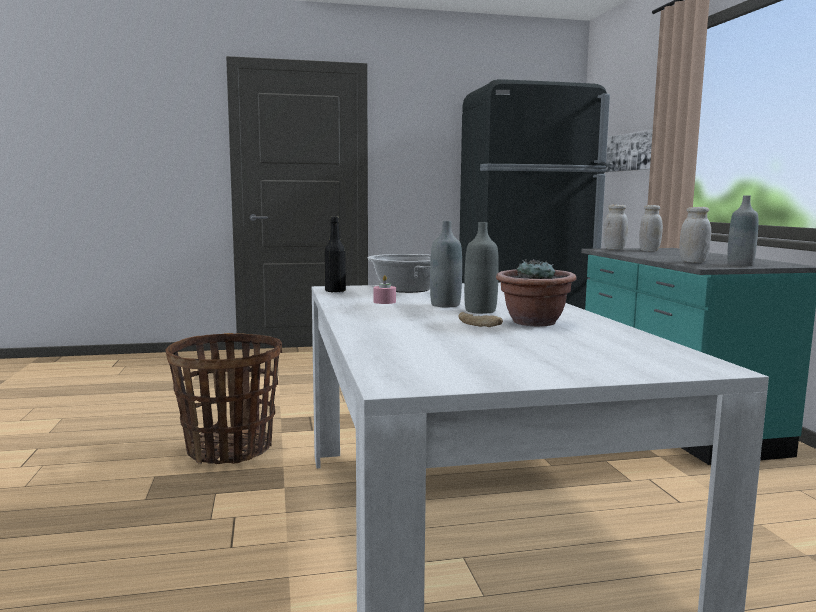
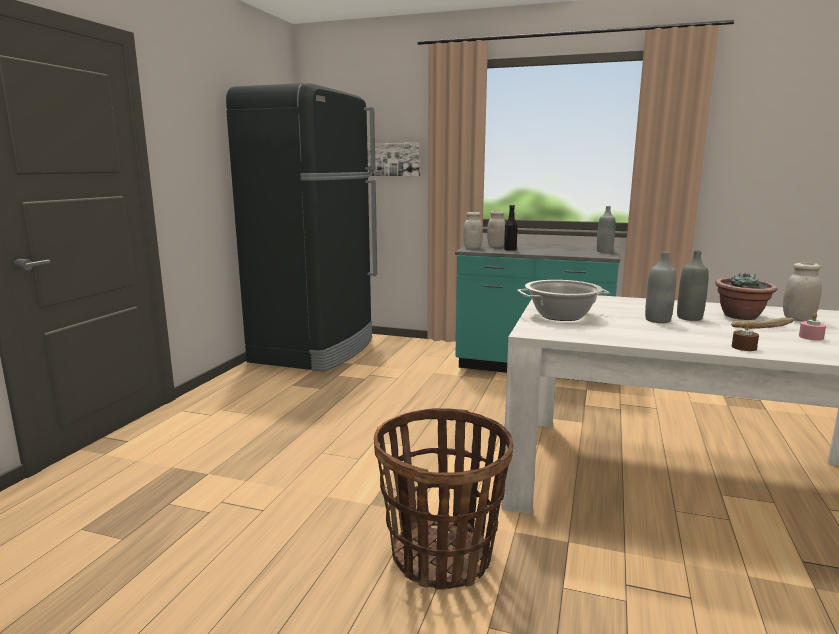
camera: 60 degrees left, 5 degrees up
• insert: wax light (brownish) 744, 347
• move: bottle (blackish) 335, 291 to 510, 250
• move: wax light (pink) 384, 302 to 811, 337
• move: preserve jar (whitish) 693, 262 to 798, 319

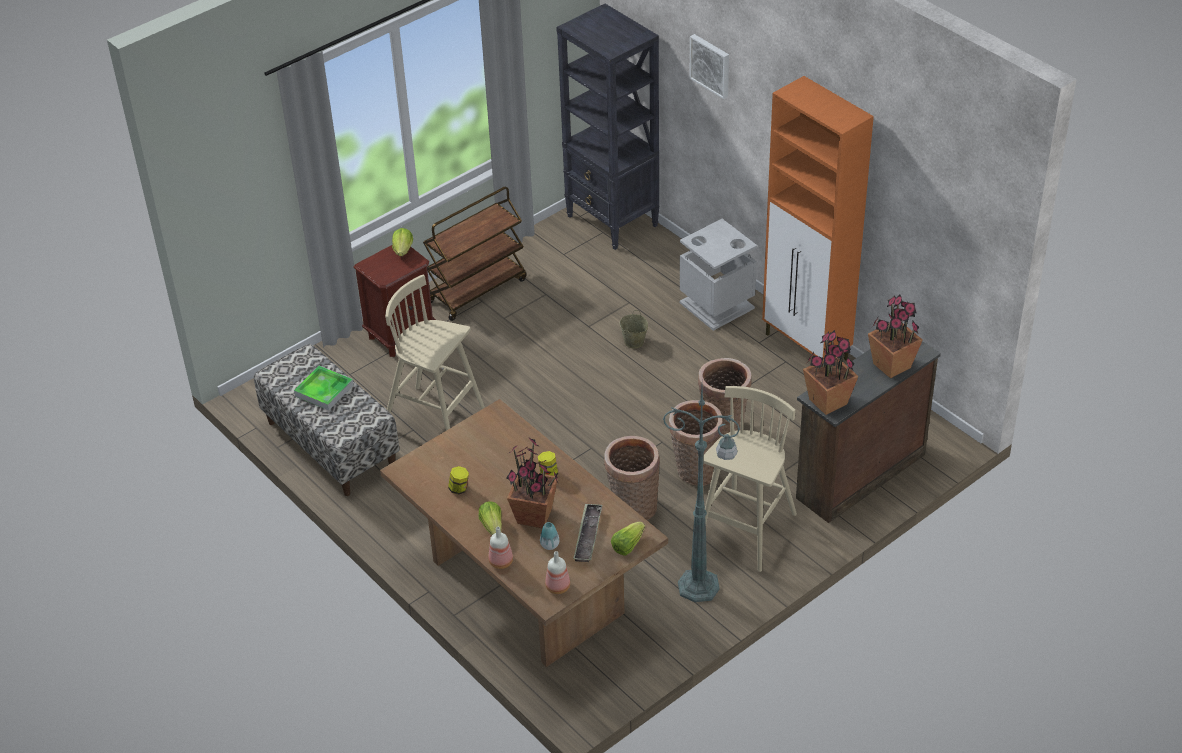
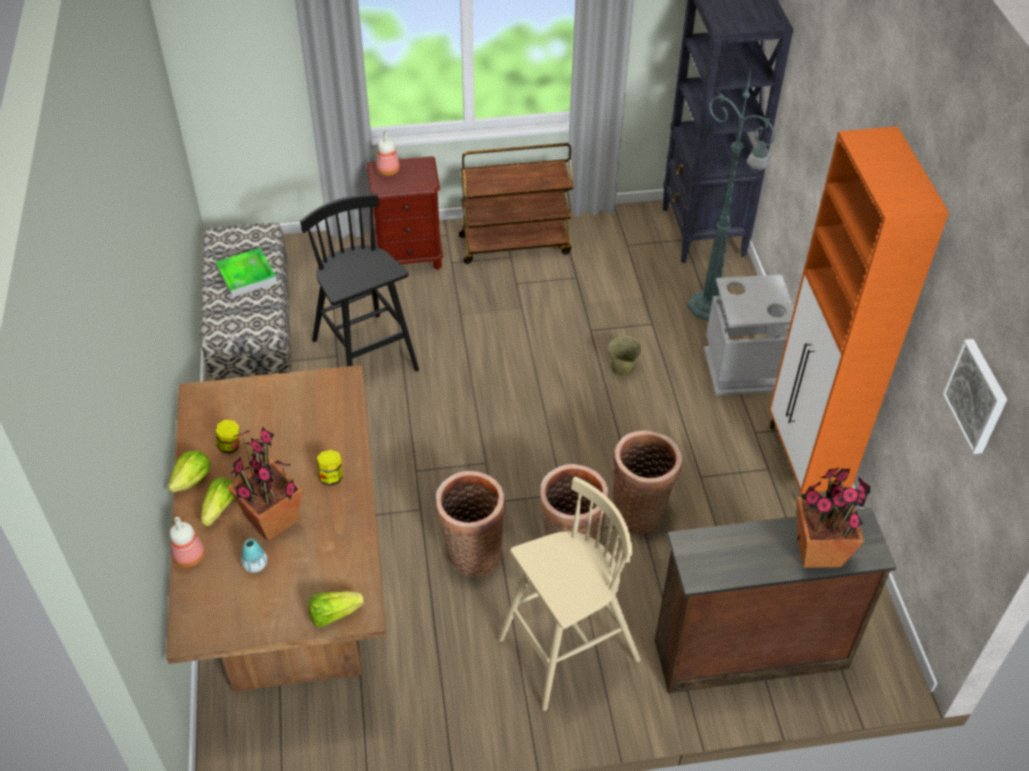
camera: 30 degrees right, 5 degrees up
• delete: tray 588, 535
• delete: plant in a pot 828, 401
• move: head of lettuce 403, 250 to 193, 480
• move: bottle 558, 587 to 388, 171
• move: standard lamp (green) 701, 586 to 710, 307
• move: picture 711, 65 to 977, 396
• recolor: stool seat (sand-coloured) 436, 420 to stool seat (blackish) 366, 356

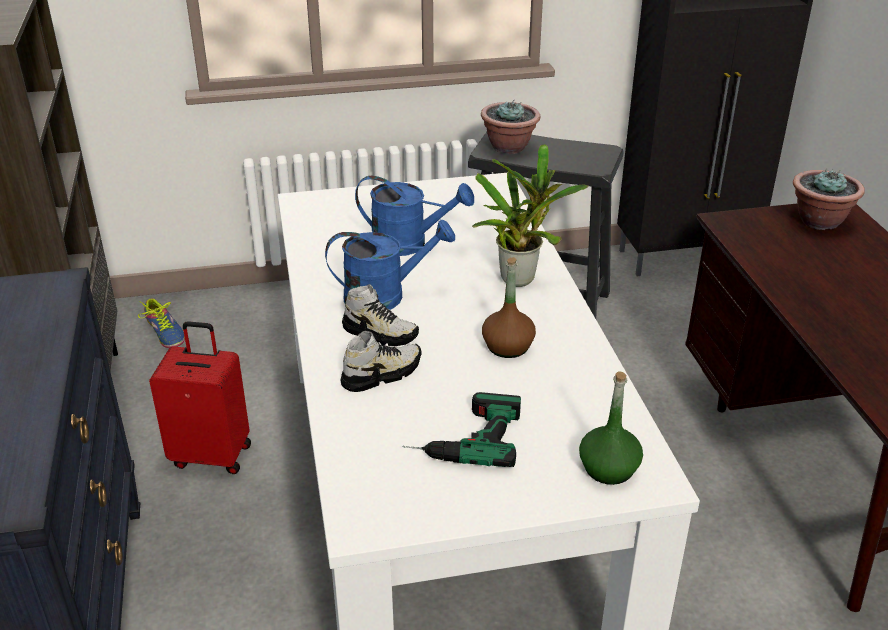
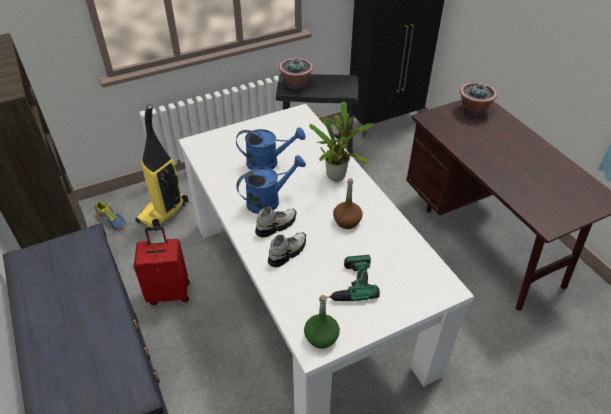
camera: 15 degrees left, 10 degrees up
• insert: hoover 163, 213
• move: bottle (green) 609, 469 to 321, 337
• rotate: low shoe 380, 333 = 276, 226 45 degrees counterclockwise

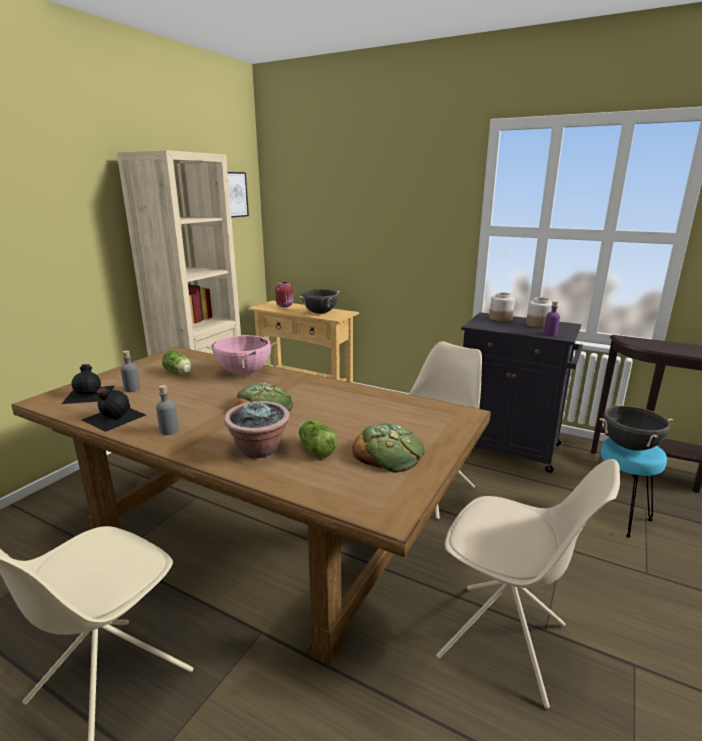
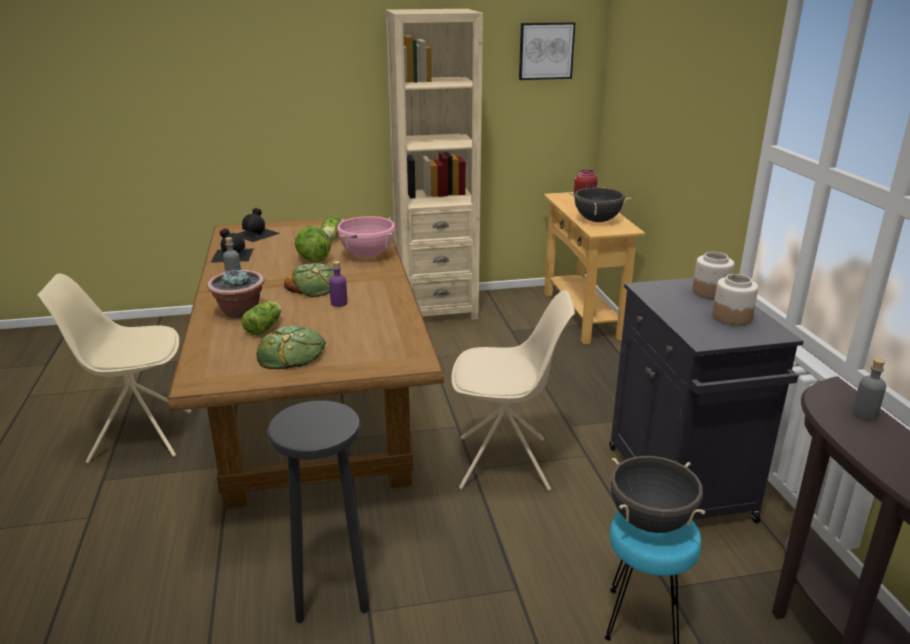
camera: 50 degrees right, 5 degrees up
• insert: head of lettuce 313, 260
• move: bottle (grey) 132, 389 to 864, 414
• move: bottle (purple-coloured) 550, 334 to 339, 303
• replace: upright chair (sand-coloured) 505, 642 to stool seat (blackish) 329, 590

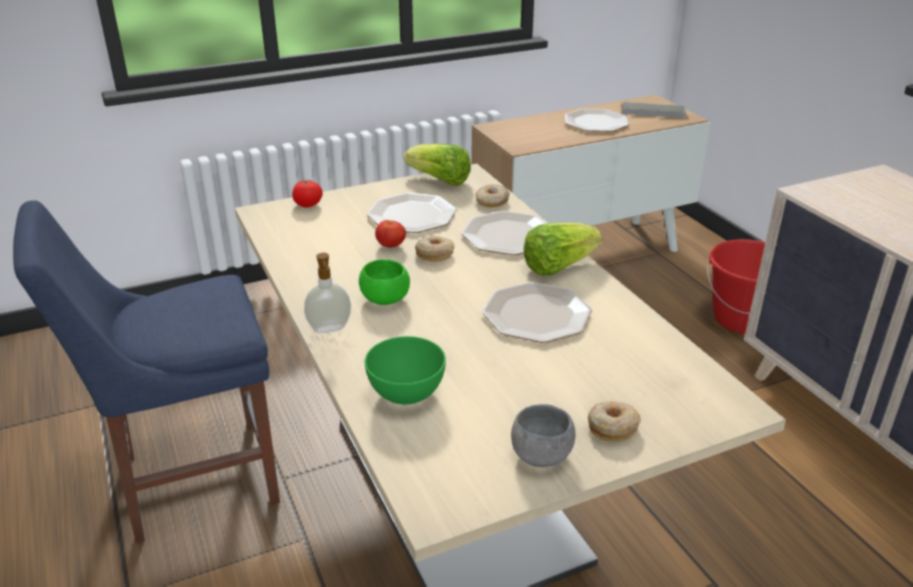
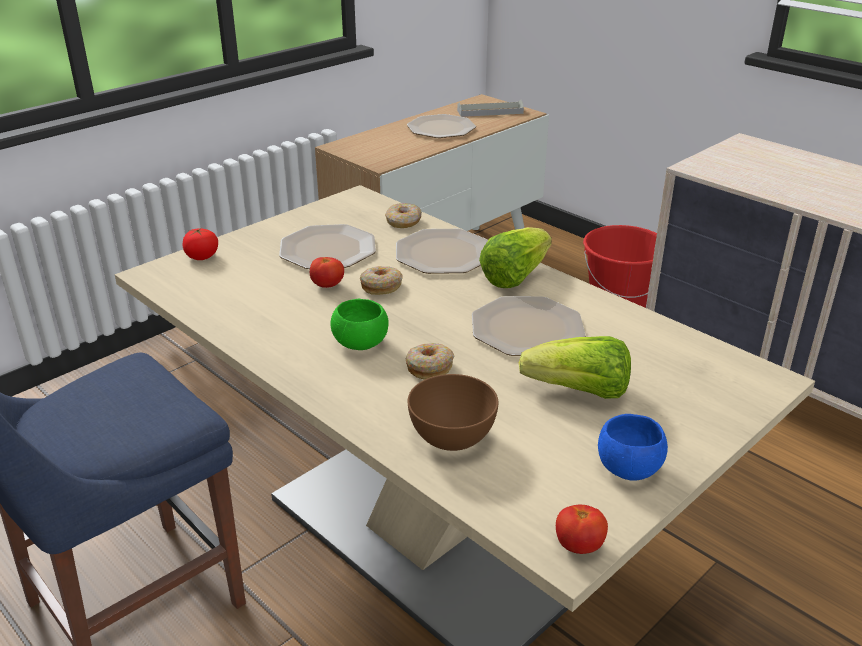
camera: 20 degrees left, 0 degrees up
• delete: soap bottle 329, 329
• insert: tomato 579, 546
• move: head of lettuce 440, 181 to 579, 392
• move: donut 612, 427 to 429, 367
• recolor: serving bowl (green) 406, 393 to serving bowl (brownish) 451, 437
• recolor: serving bowl (grey) 541, 455 to serving bowl (bluish) 628, 468

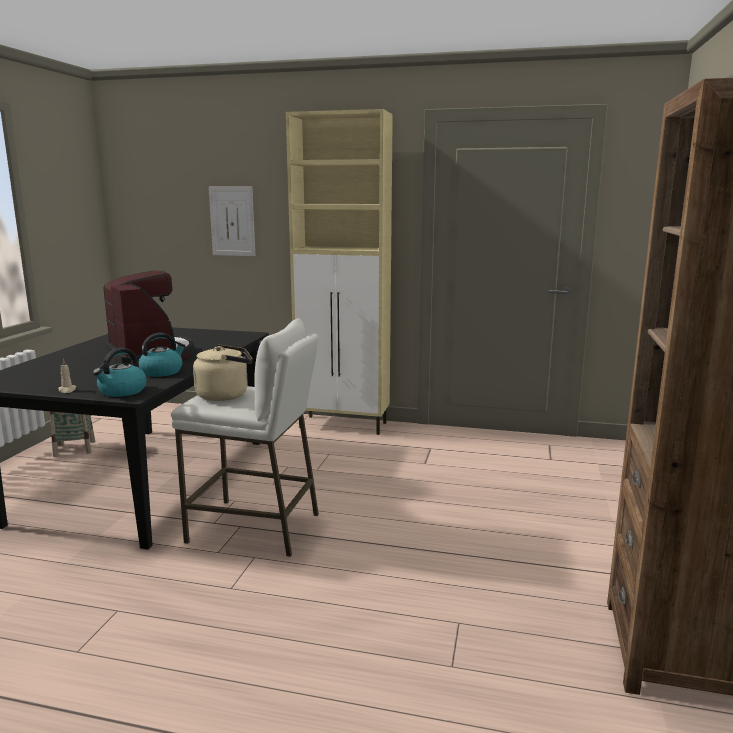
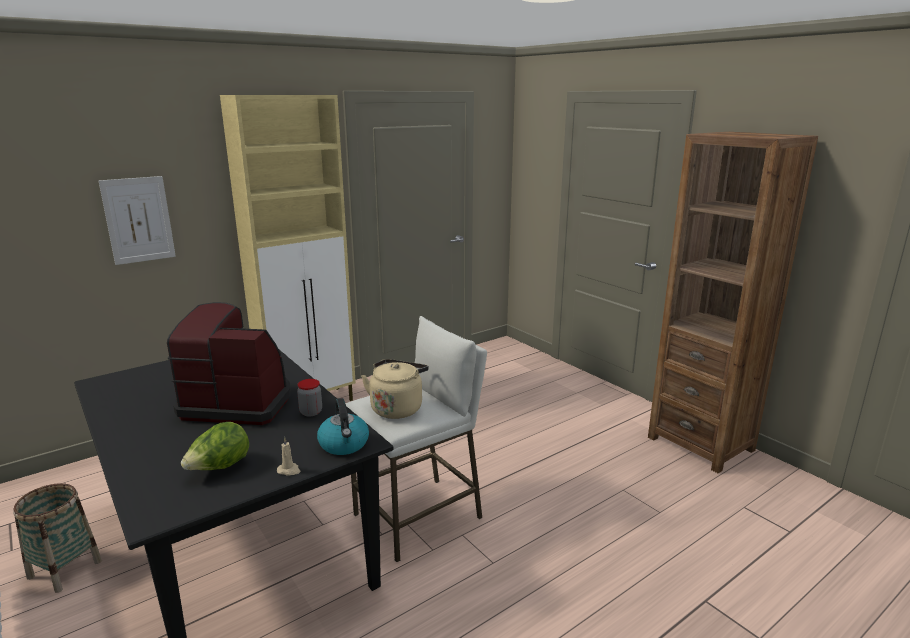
camera: 50 degrees left, 5 degrees up
• insert: head of lettuce 220, 468
• replace: water kettle 162, 372 to preserve jar 311, 412

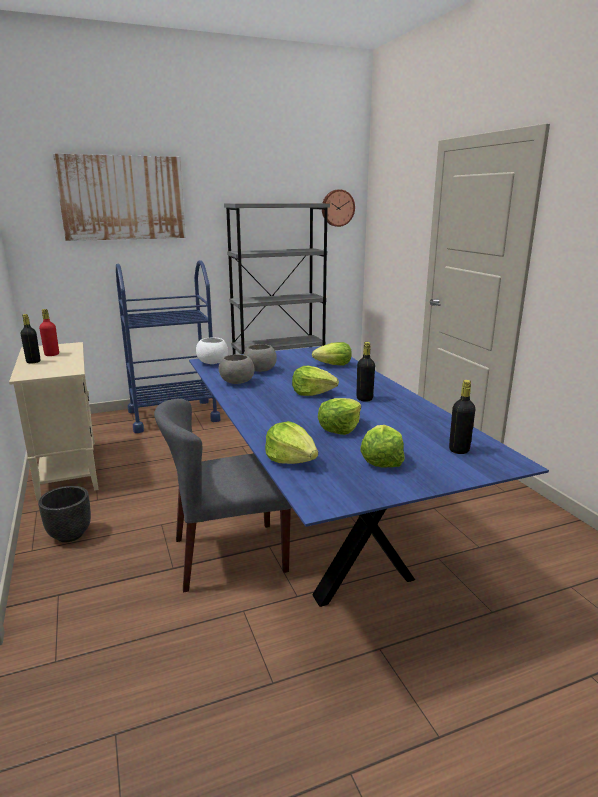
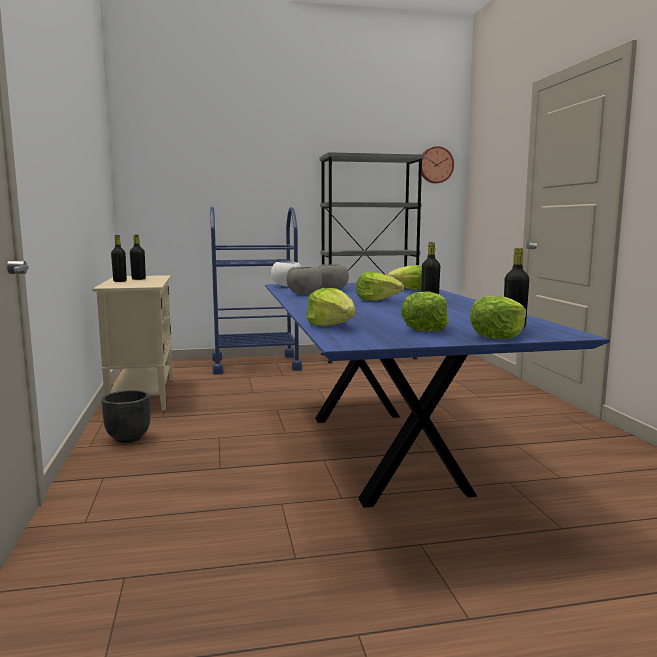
camera: 10 degrees right, 10 degrees down
• delete: picture 123, 198
• delete: upright chair (grey) 228, 555
• move: head of lettuce 339, 428 to 498, 336
• recolor: bottle (reddish) 52, 354 to bottle (blackish) 138, 279

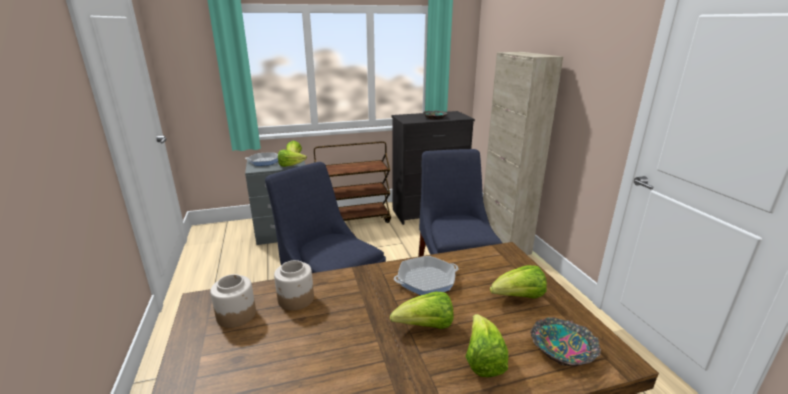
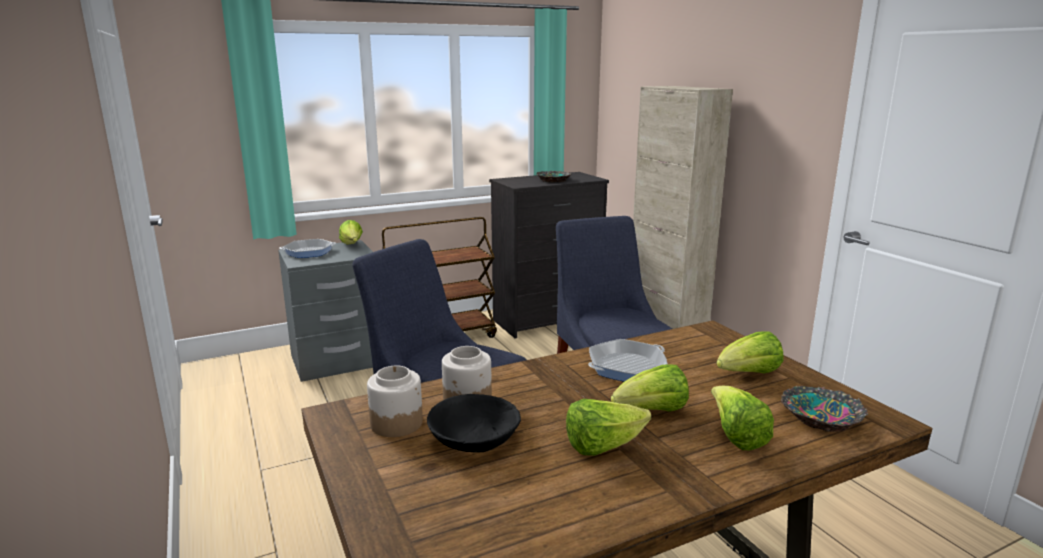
camera: 10 degrees left, 5 degrees down
• insert: serving bowl (blackish) 473, 440
• move: head of lettuce 290, 166 to 602, 446

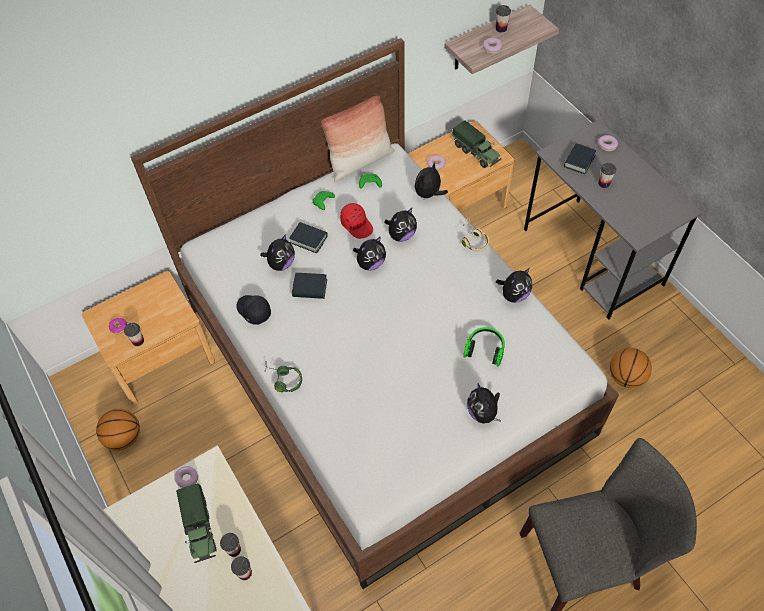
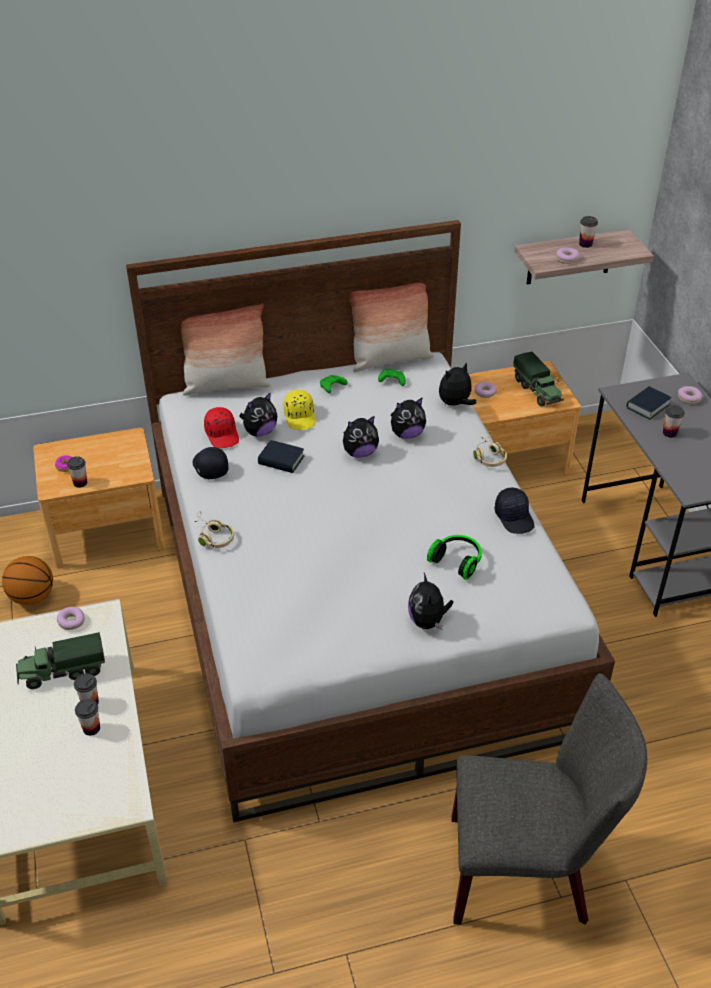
camera: 15 degrees right, 15 degrees down
• delete: basketball 626, 377
• insert: pillow 226, 385
• move: cap (reddish) 357, 224 to 222, 434
• replace: book 308, 239 to cap (yellow-coloured) 300, 417
• replace: cuddly toy 514, 295 to cap (blackish) 514, 517
• recolor: headphones (green) 283, 379 to headphones (sand-coloured) 212, 536
• rotate: toy lorry 200, 528 = 62, 672 75 degrees clockwise

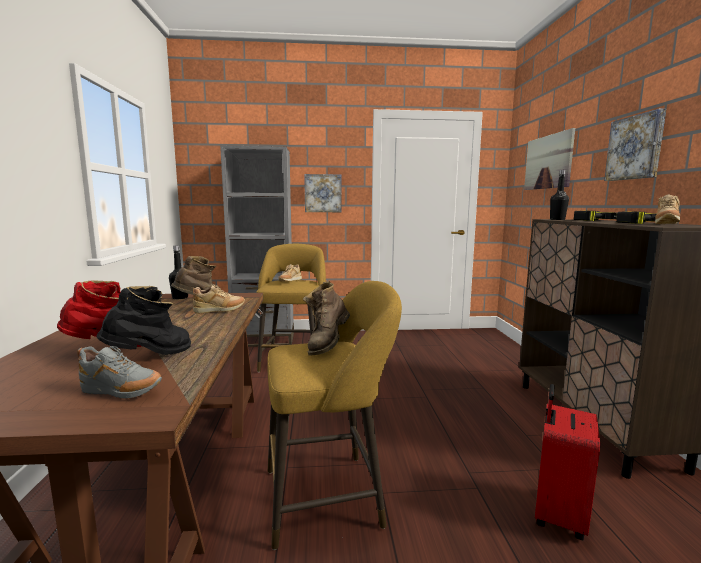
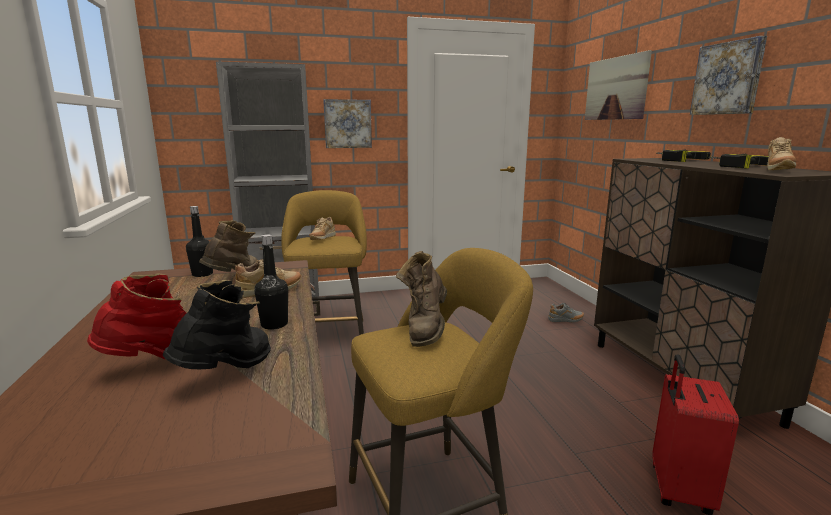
camera: 10 degrees left, 5 degrees up
• move: low shoe (grey) 121, 392 to 565, 320
• move: bottle (blackish) 557, 219 to 274, 324

